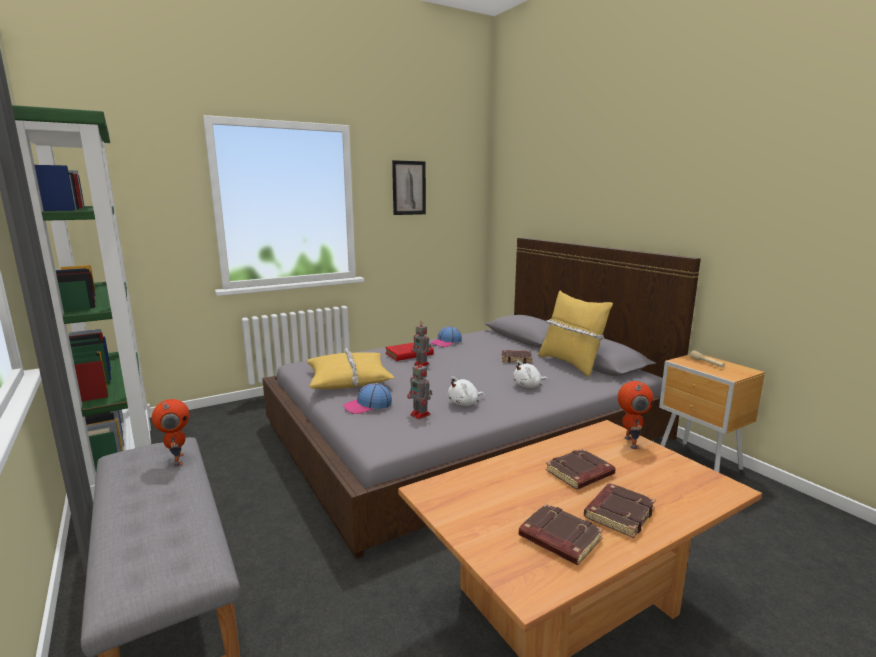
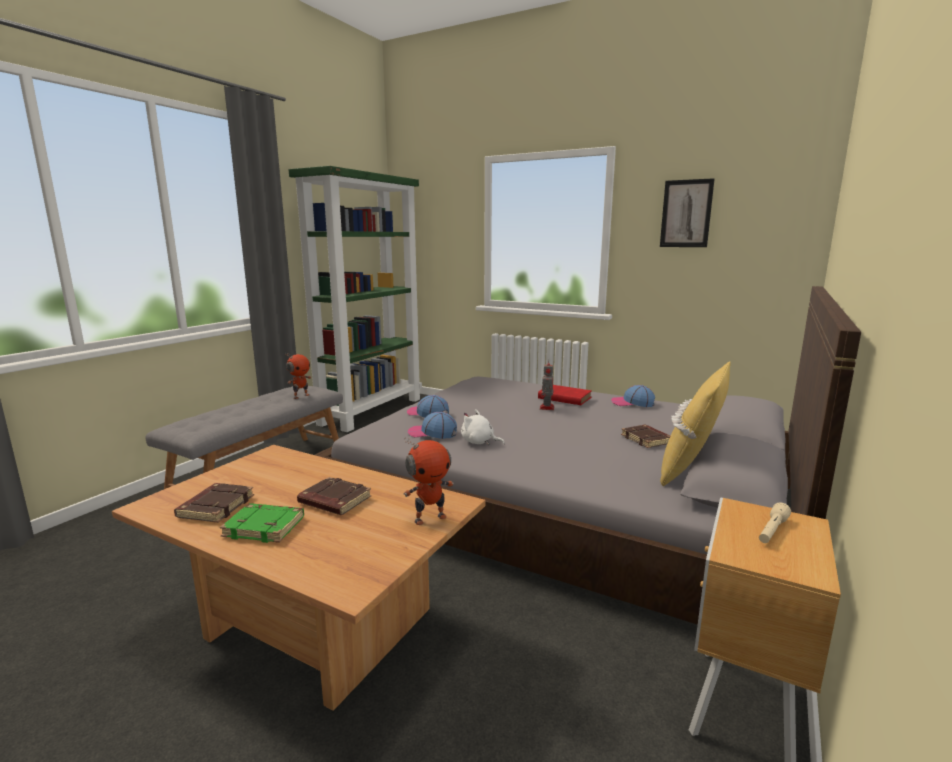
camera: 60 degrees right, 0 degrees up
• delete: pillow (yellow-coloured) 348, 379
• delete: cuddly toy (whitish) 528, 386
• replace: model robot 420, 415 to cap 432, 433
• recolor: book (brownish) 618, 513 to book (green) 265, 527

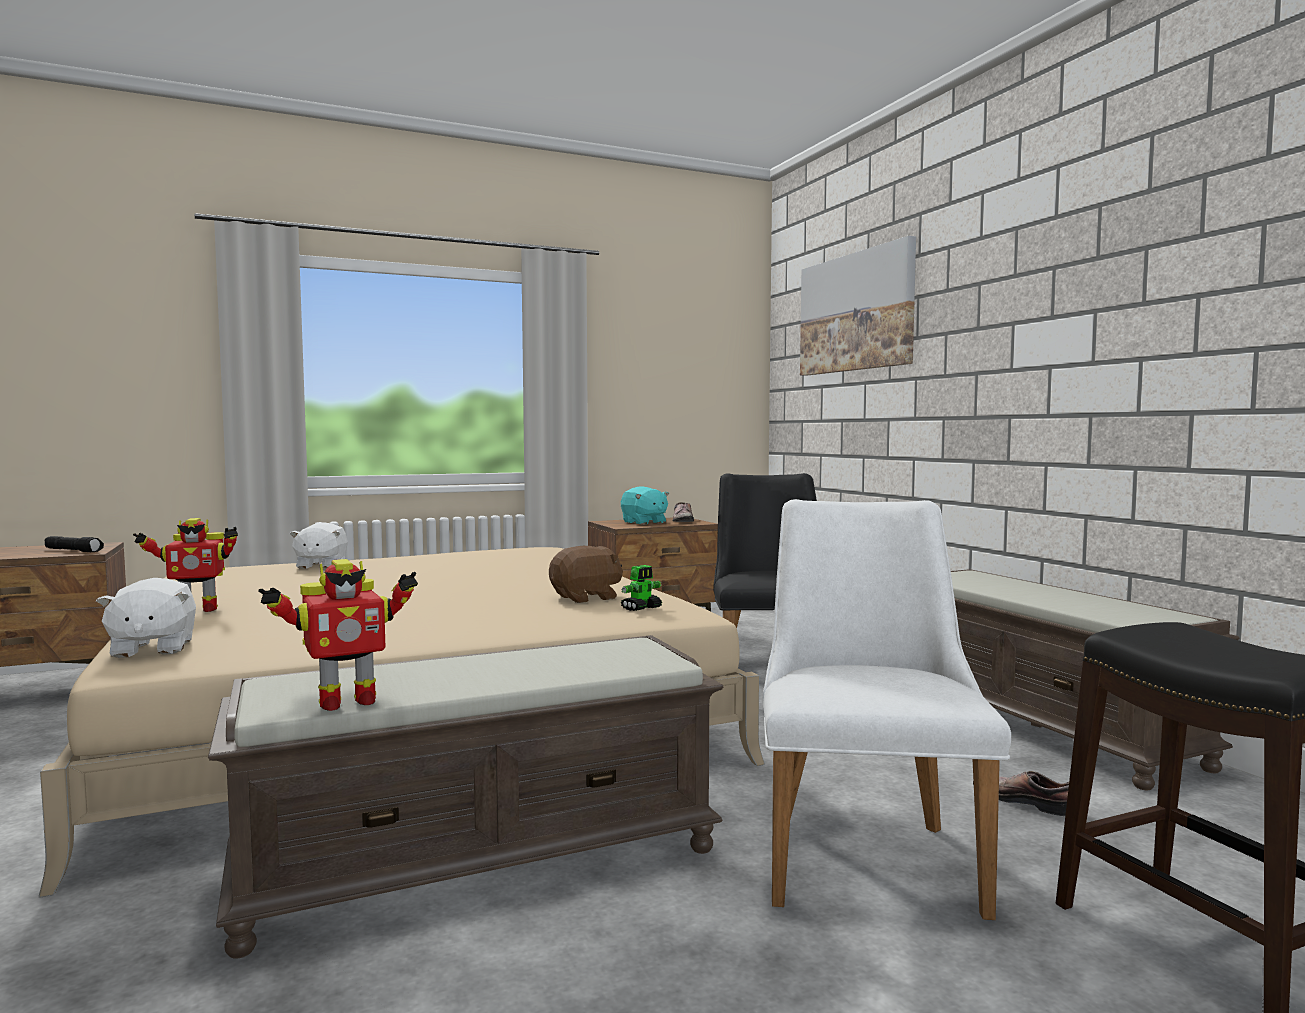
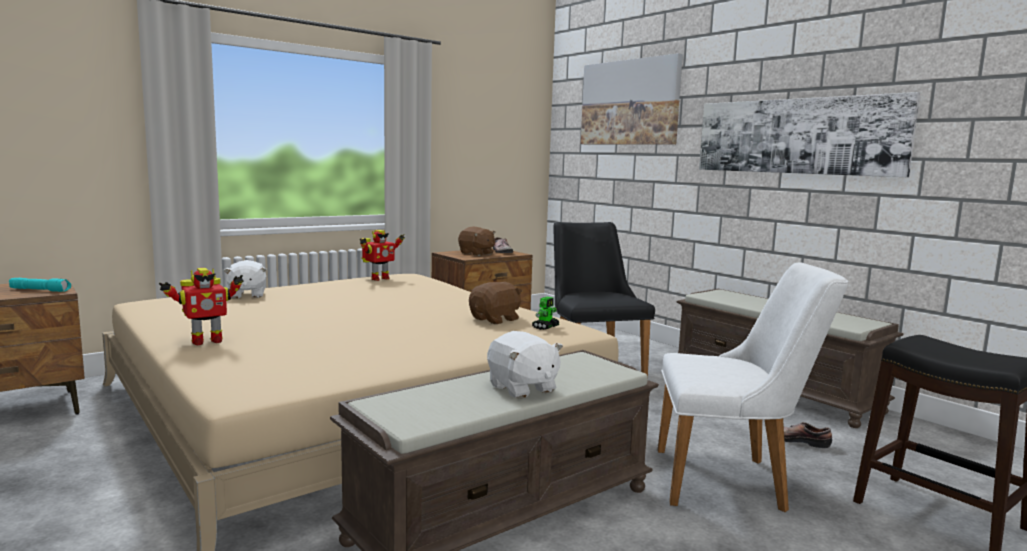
camera: 15 degrees left, 5 degrees up
• insert: picture 796, 136
• move: cuddly toy (whitish) 152, 649 to 522, 388
• move: model robot 345, 702 to 379, 279
• recolor: torch (blackish) 74, 551 to torch (blue-green) 41, 290
• recolor: cuddly toy (blue-green) 644, 522 to cuddly toy (brownish) 476, 254
• rotate: upright chair (whitish) 865, 851 = 732, 481 105 degrees clockwise

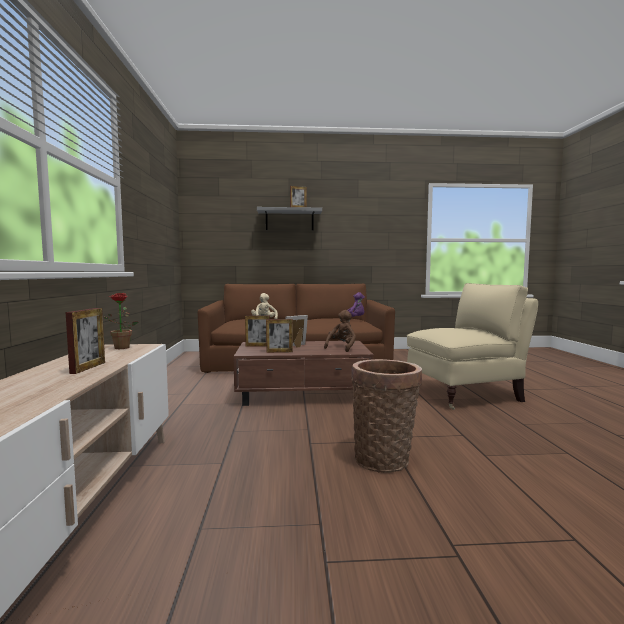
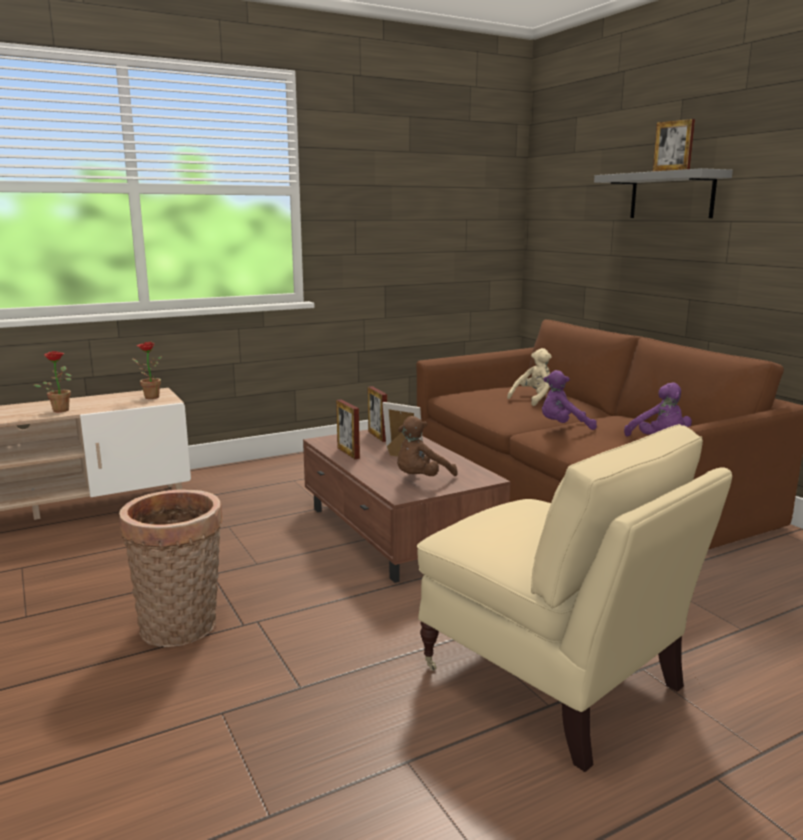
camera: 65 degrees right, 10 degrees up
• insert: cuddly toy (purple-coloured) 563, 427
• replace: standing frame 88, 368 to plant in a pot 61, 409
• rotate: cuddly toy (brownish) 341, 348 = 421, 479 135 degrees clockwise

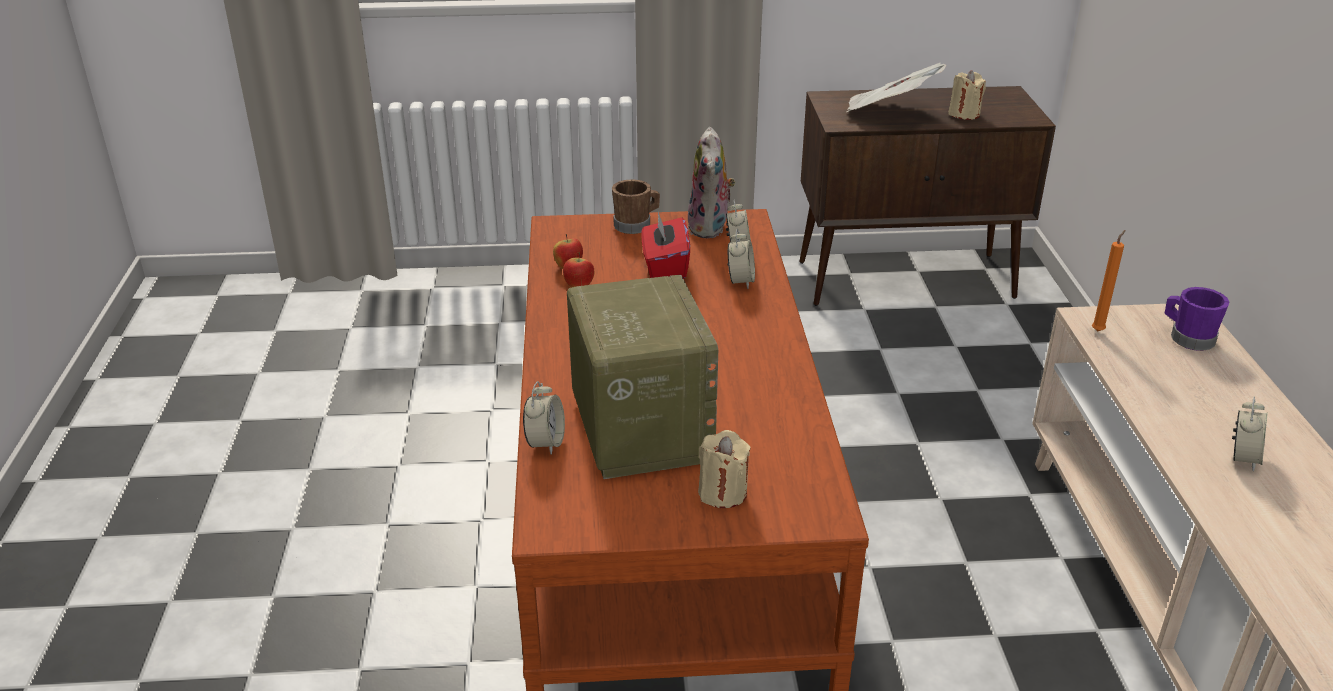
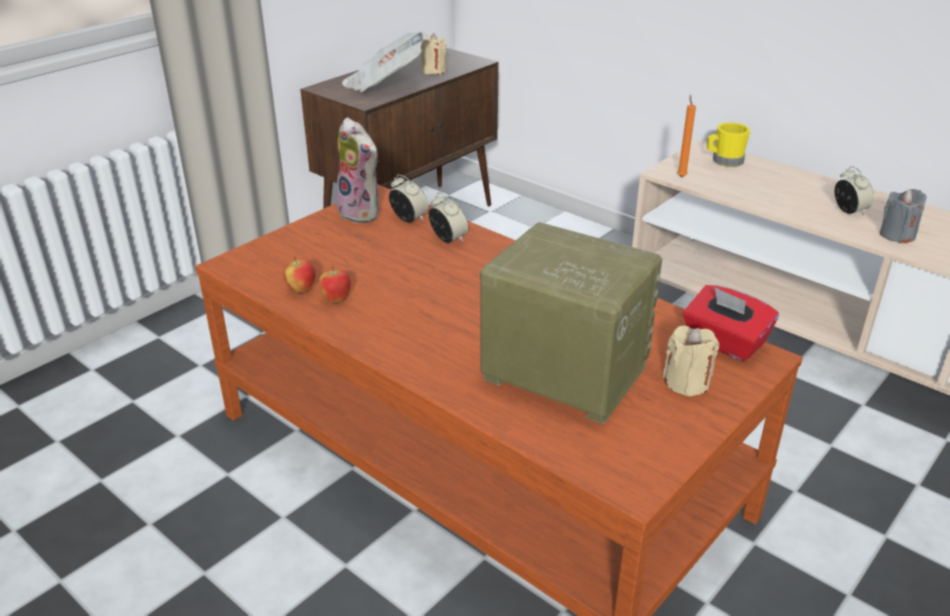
camera: 45 degrees left, 0 degrees up
• delete: alarm clock 545, 443
• delete: coffee mug (brownish) 636, 225
• insert: wax light (grey) 897, 235
• move: box of tissues (reddish) 665, 267 to 724, 343
• recolor: coffee mug (purple-coloured) 1187, 337 to coffee mug (yellow-coloured) 724, 161

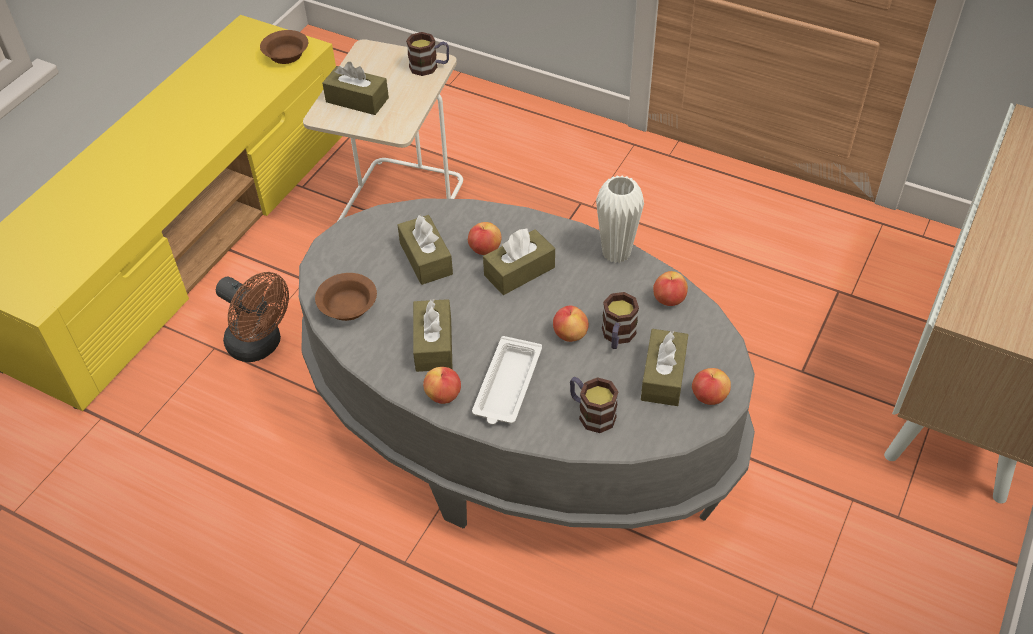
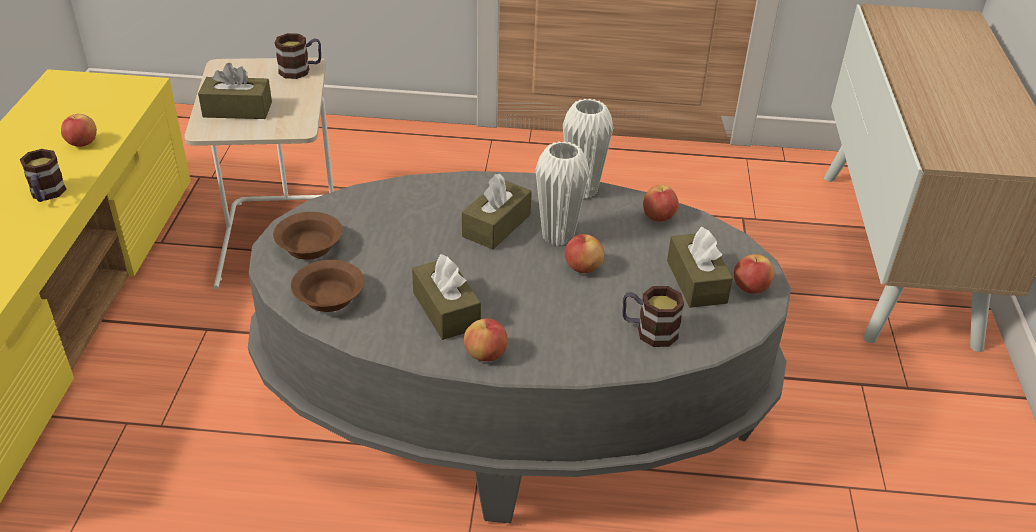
camera: 25 degrees left, 10 degrees down
• delete: electric fan (brownish) 260, 346
• delete: box of tissues (brownish) 426, 259
• delete: tray (whitish) 507, 386
• insert: flower vase (whitish) 558, 236
• move: serving bowl (brownish) 287, 56 to 311, 248
• move: whole apple 485, 249 to 82, 143
• move: coffee mug 617, 336 to 46, 195

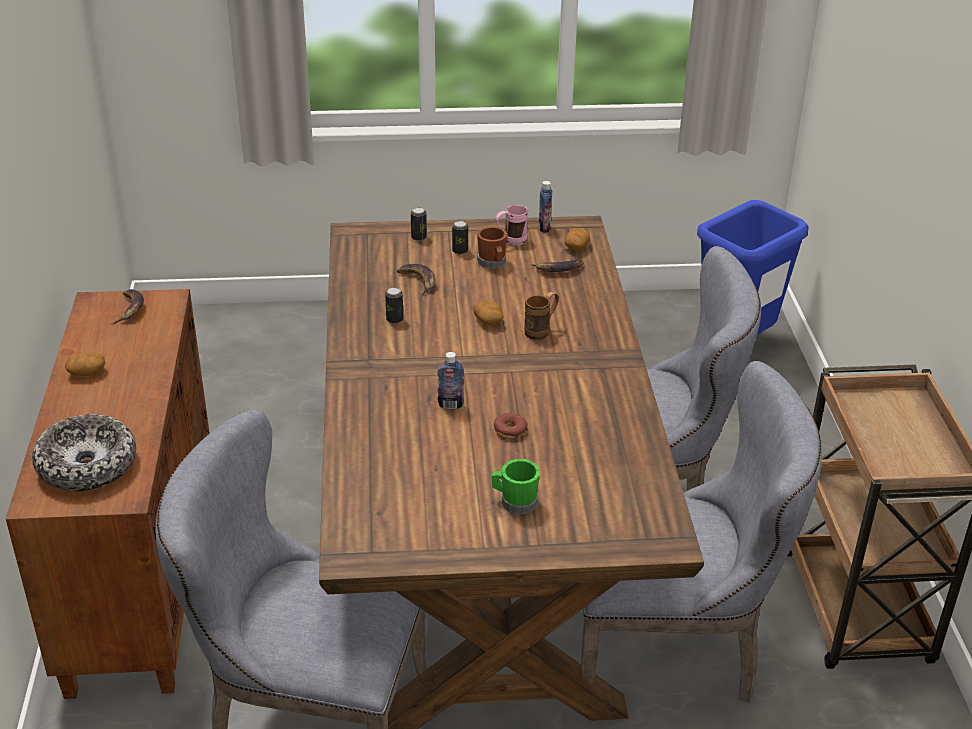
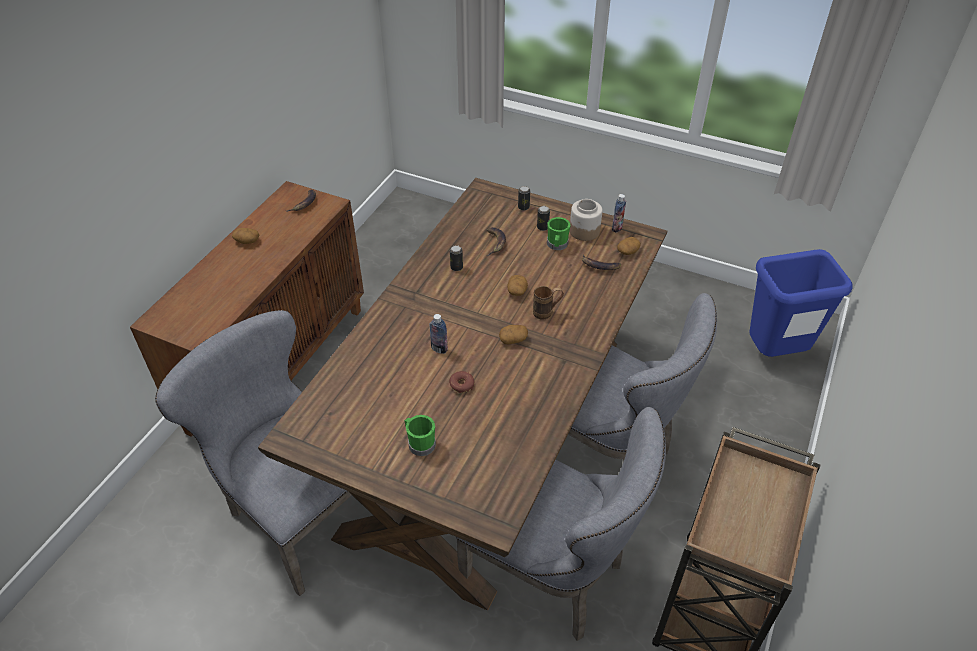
camera: 30 degrees right, 10 degrees up
• delete: serving bowl 87, 465
• insert: whole potato 513, 339
• replace: coffee mug (pink) 510, 241 to preserve jar 584, 231
• recolor: coffee mug (brownish) 493, 263 to coffee mug (green) 557, 245

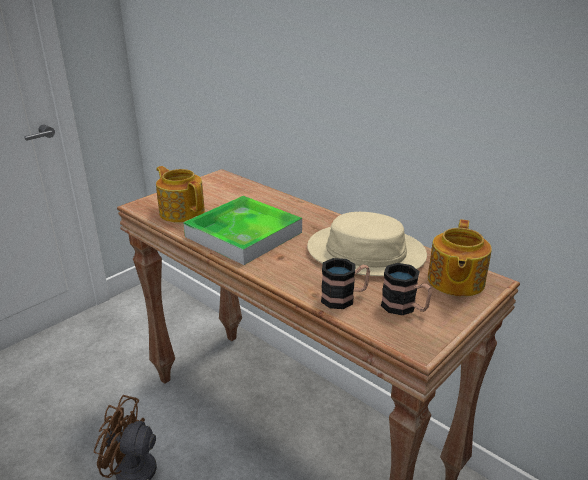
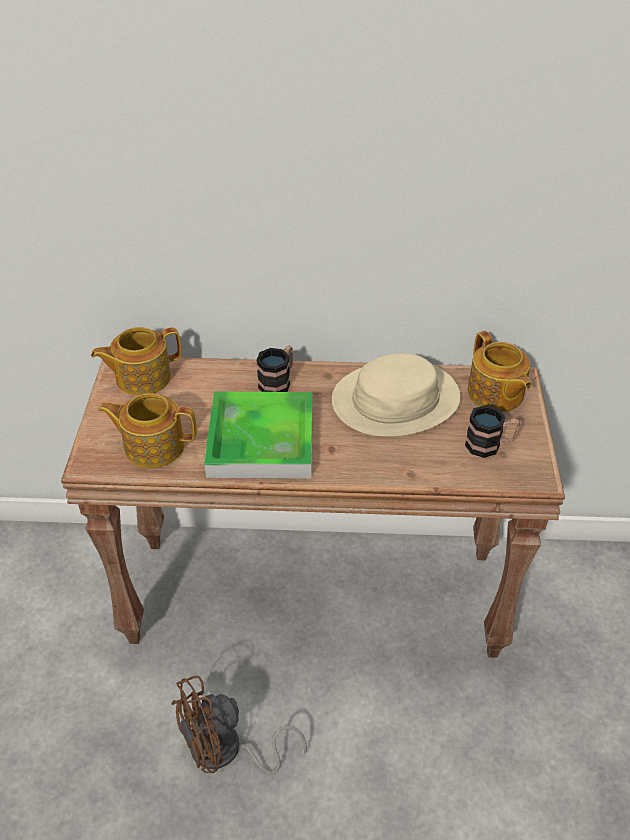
camera: 40 degrees left, 15 degrees up
• insert: teapot 142, 377
• move: coffee mug 344, 298 to 278, 381

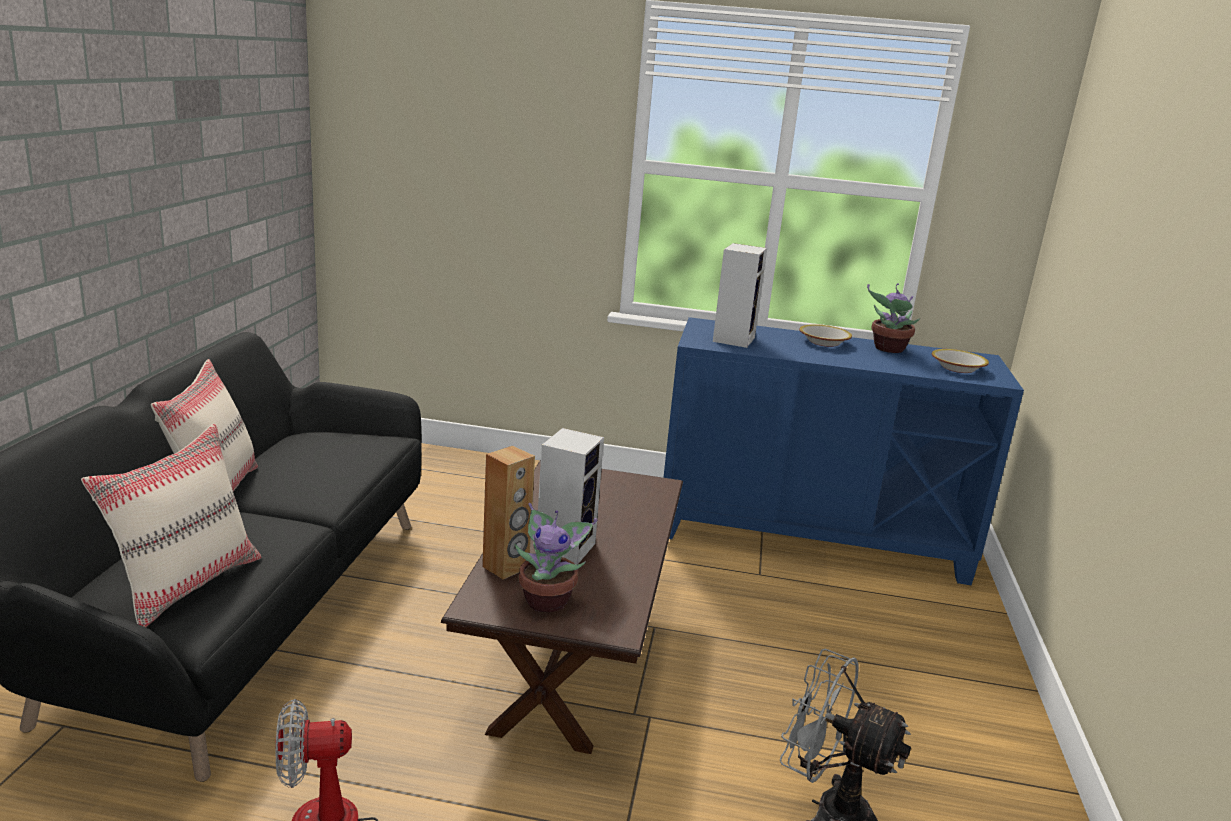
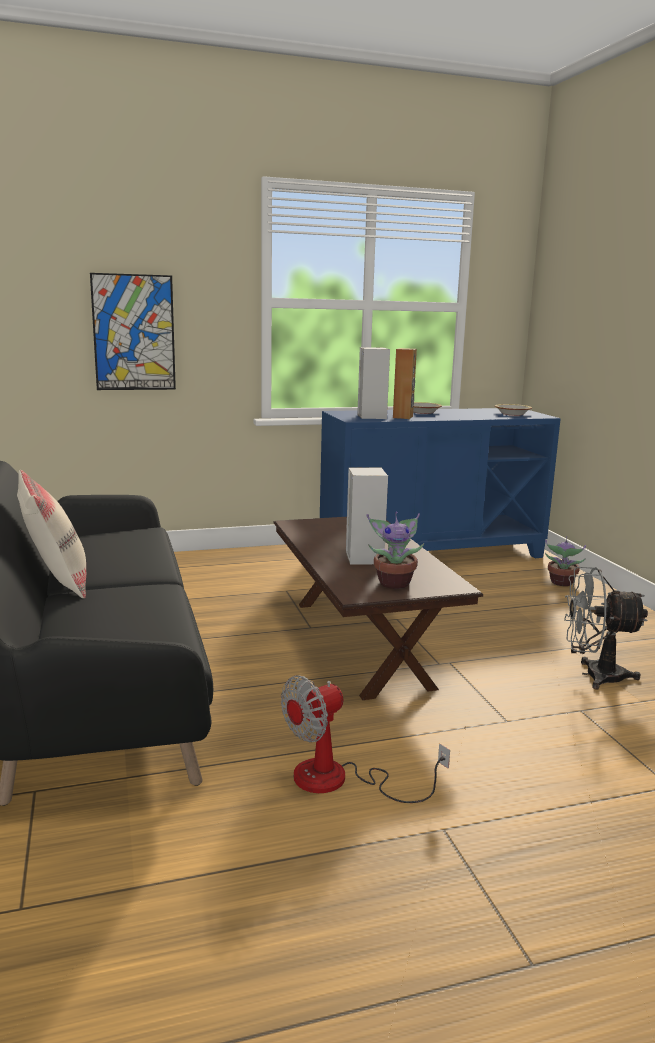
camera: 25 degrees left, 5 degrees down
• delete: pillow (sand-coloured) 186, 584
• insert: picture 134, 333
• move: audio speaker (brownish) 506, 567 to 403, 417
• move: plant in a pot 887, 349 to 561, 583

